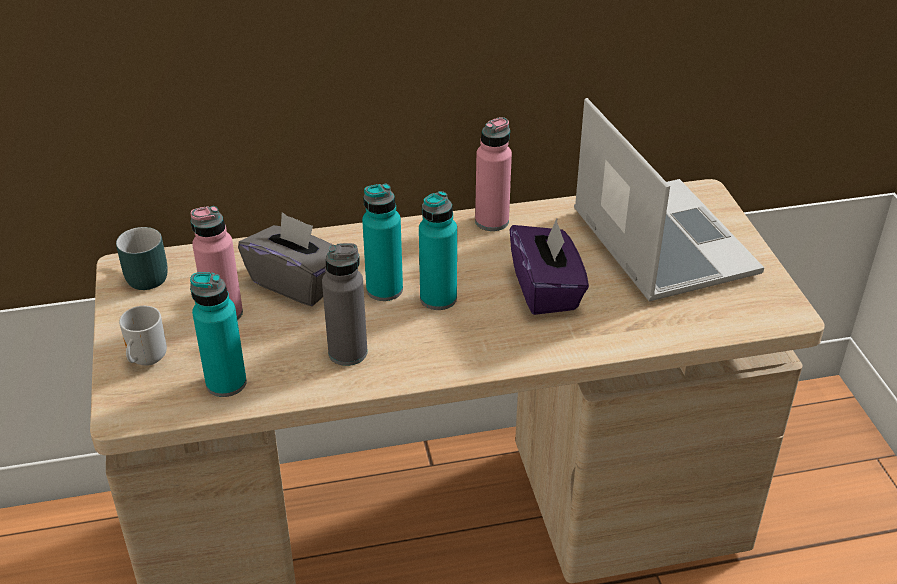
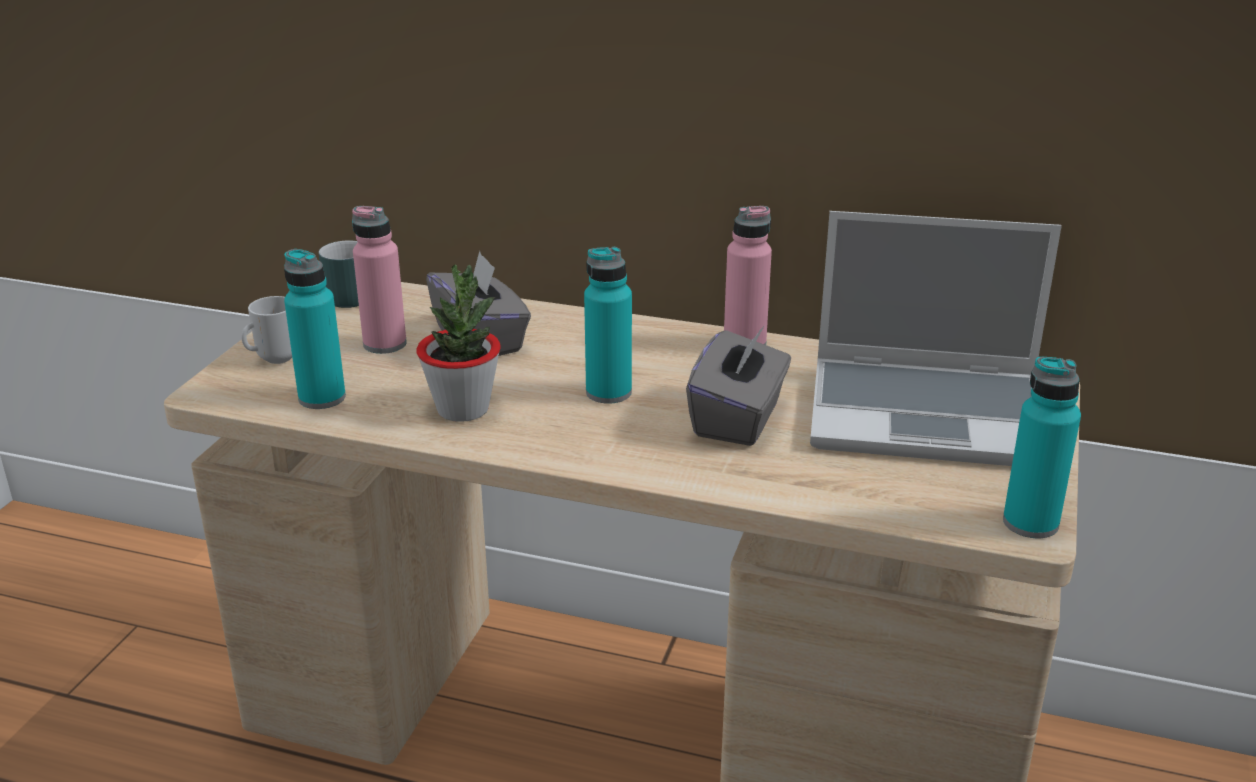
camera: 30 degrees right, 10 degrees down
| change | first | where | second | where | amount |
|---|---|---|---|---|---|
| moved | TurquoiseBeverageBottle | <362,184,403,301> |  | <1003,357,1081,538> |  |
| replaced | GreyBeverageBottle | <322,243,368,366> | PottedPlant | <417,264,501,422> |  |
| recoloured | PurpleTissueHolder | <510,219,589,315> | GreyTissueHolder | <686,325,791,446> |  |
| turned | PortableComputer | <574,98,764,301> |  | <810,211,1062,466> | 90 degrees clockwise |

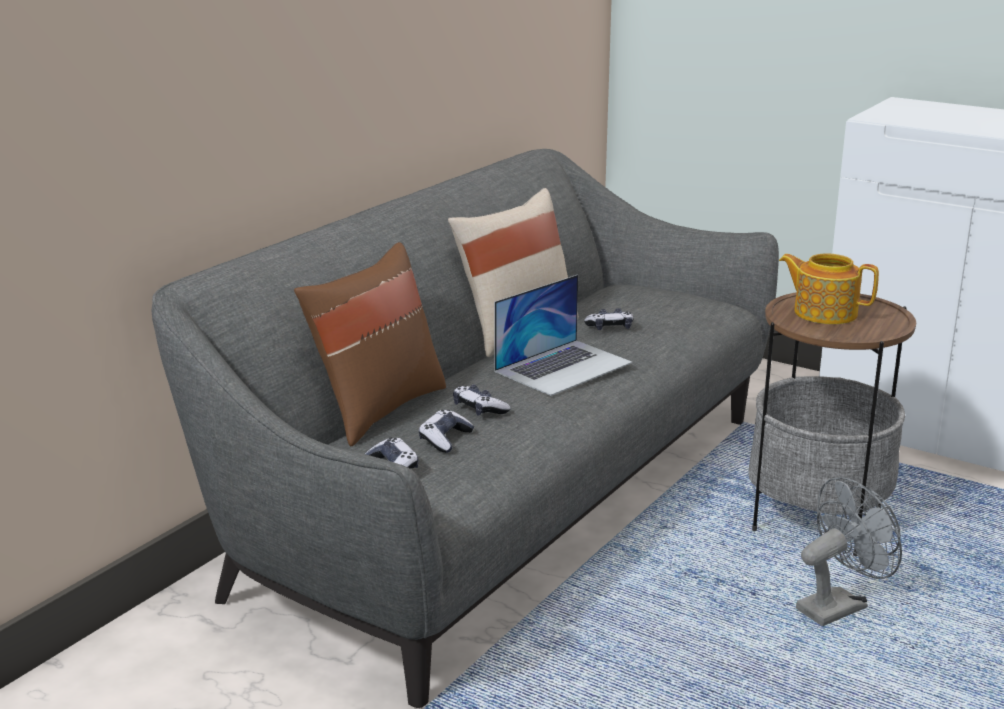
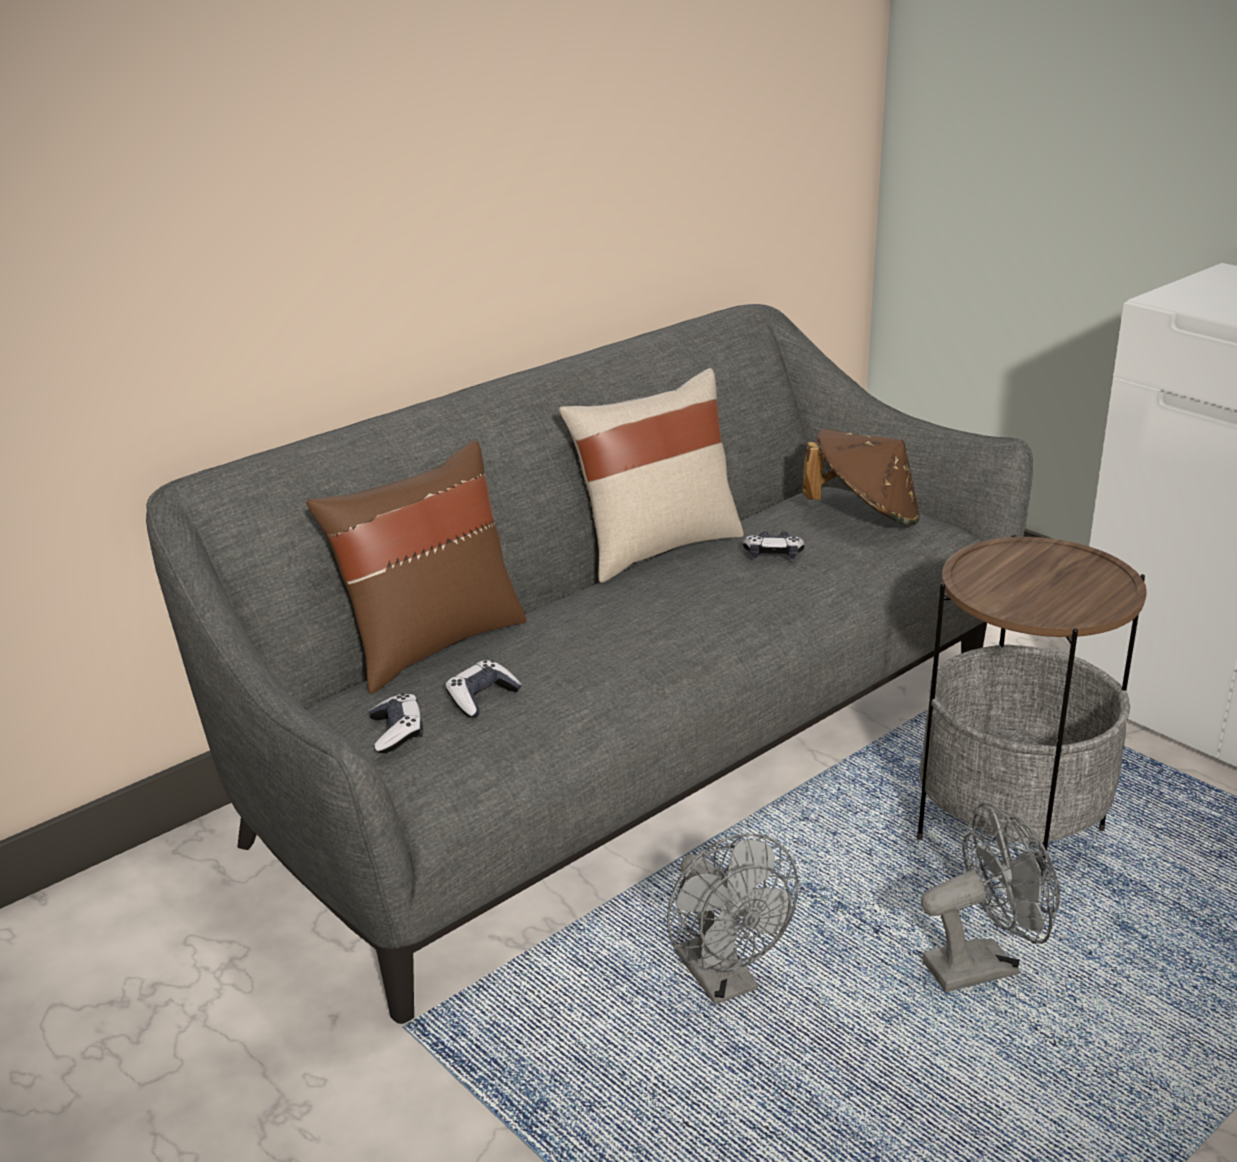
camera: 15 degrees right, 5 degrees up
| change | first | where | second | where | amount |
|---|---|---|---|---|---|
| removed | Gamepad | <453,385,511,415> |  |  |  |
| removed | PortableComputer | <494,275,632,396> |  |  |  |
| removed | TeaPot | <779,254,879,324> |  |  |  |
| added |  |  | GreyFan | <667,834,799,1005> |  |
| added |  |  | BrownColouredClothingHat | <802,429,920,526> |  |

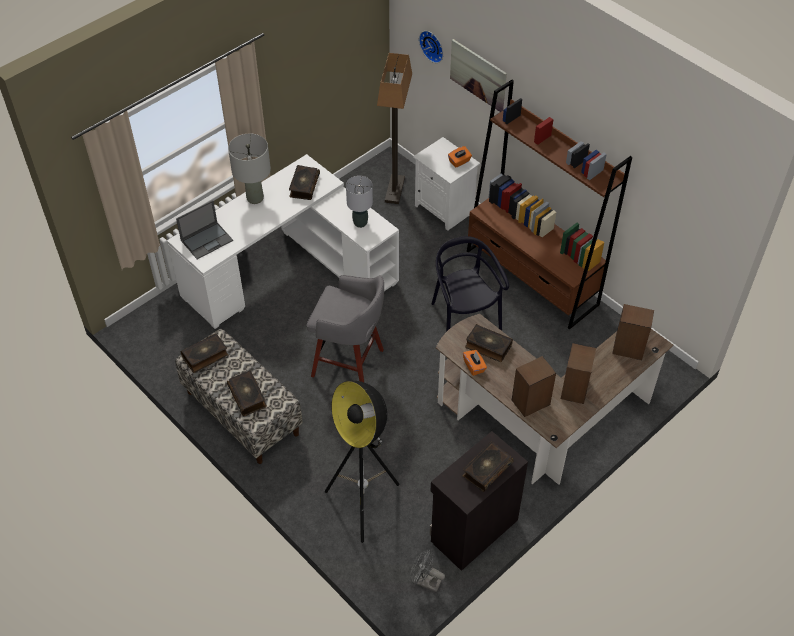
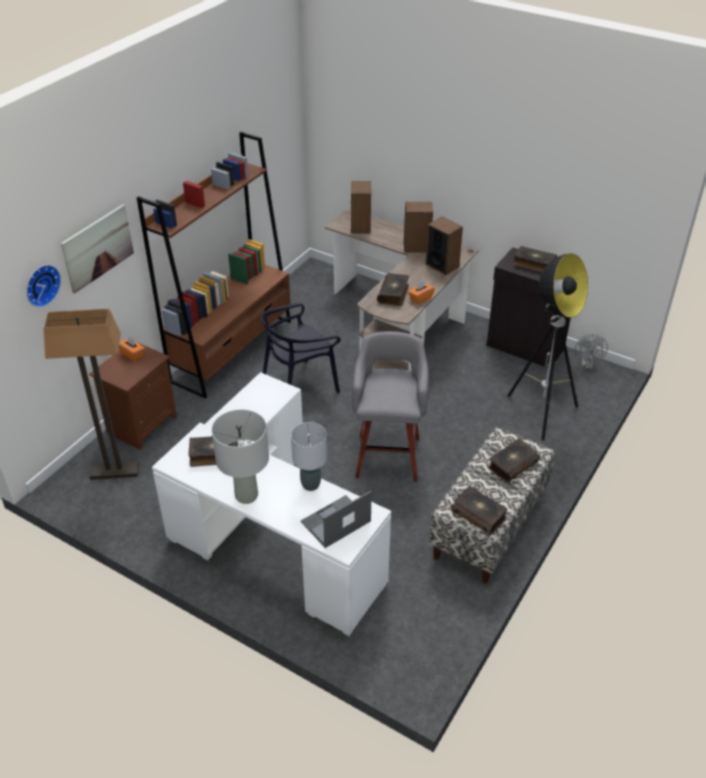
camera: 105 degrees left, 10 degrees down
| change | first | where | second | where | amount |
|---|---|---|---|---|---|
| moved | GreyTabletopLamp | <346,176,373,228> |  | <291,422,327,491> |  |
| recoloured | WhiteColouredNightstand | <413,137,480,231> | BrownColouredNightstand | <89,342,177,450> |  |
| turned | PortableComputer | <176,200,233,259> |  | <300,491,372,548> | 75 degrees counterclockwise |

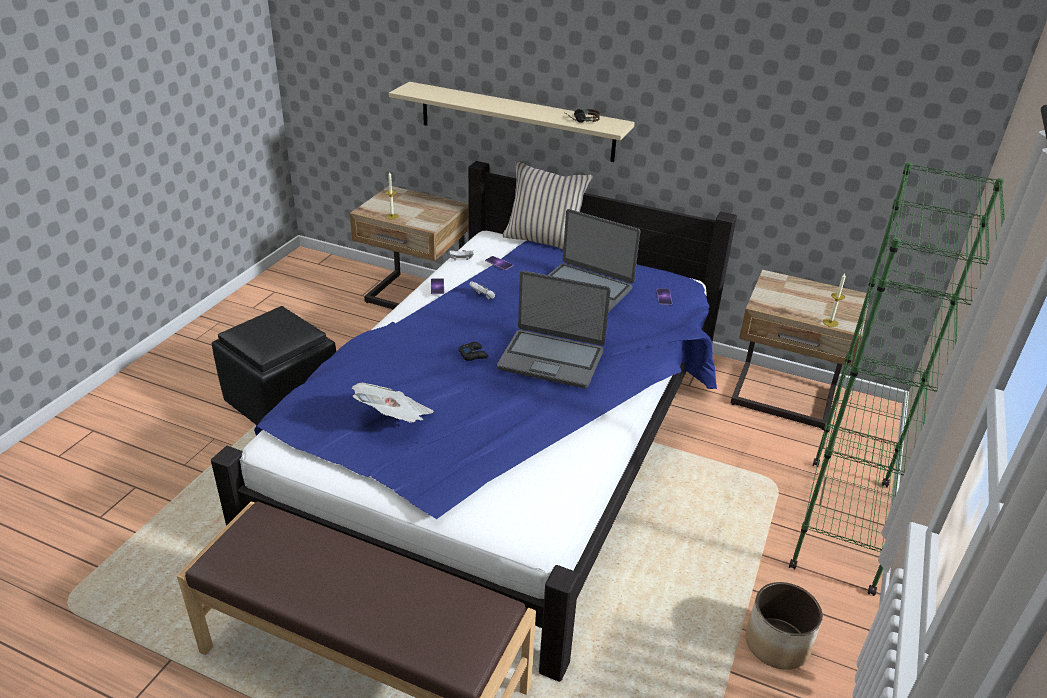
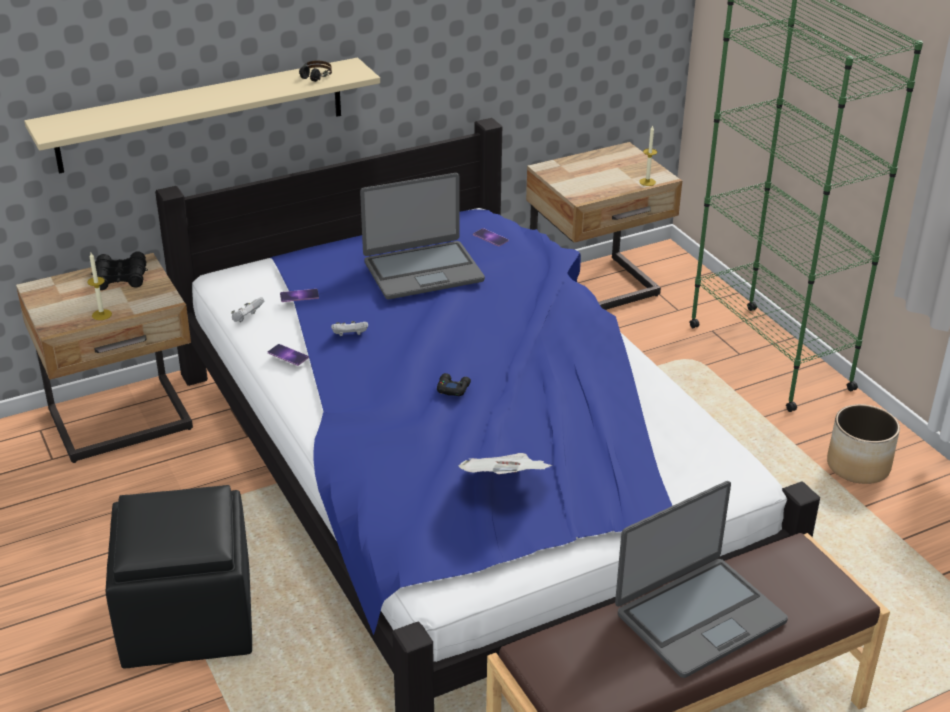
camera: 50 degrees left, 0 degrees up
| change | first | where | second | where | amount |
|---|---|---|---|---|---|
| removed | BeigeColouredCushion | <502,161,593,249> |  |  |  |
| added |  |  | BlackishPairOfBinoculars | <91,252,148,290> |  |
| moved | PortableComputer | <497,271,611,388> |  | <615,481,788,678> |  |

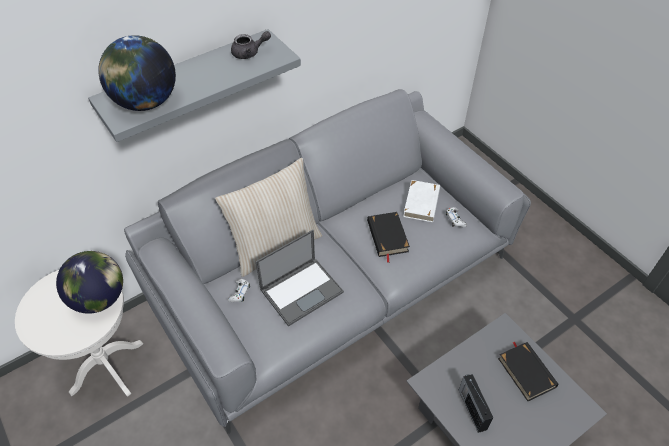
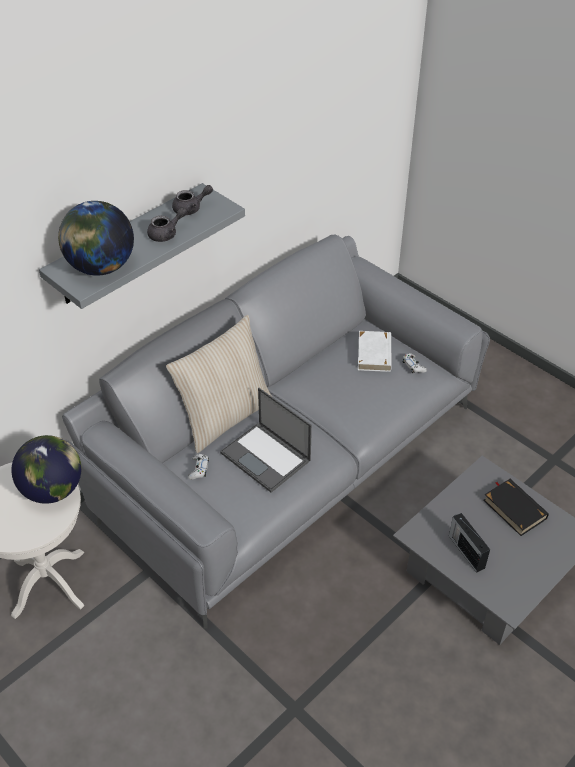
camera: 10 degrees left, 5 degrees down
| change | first | where | second | where | amount |
|---|---|---|---|---|---|
| removed | BlackishBoundBook | <367,212,410,263> |  |  |  |
| added |  |  | GreyTeaPot | <147,207,187,242> |  |
| turned | PortableComputer | <256,230,344,327> |  | <220,388,312,493> | 90 degrees clockwise |

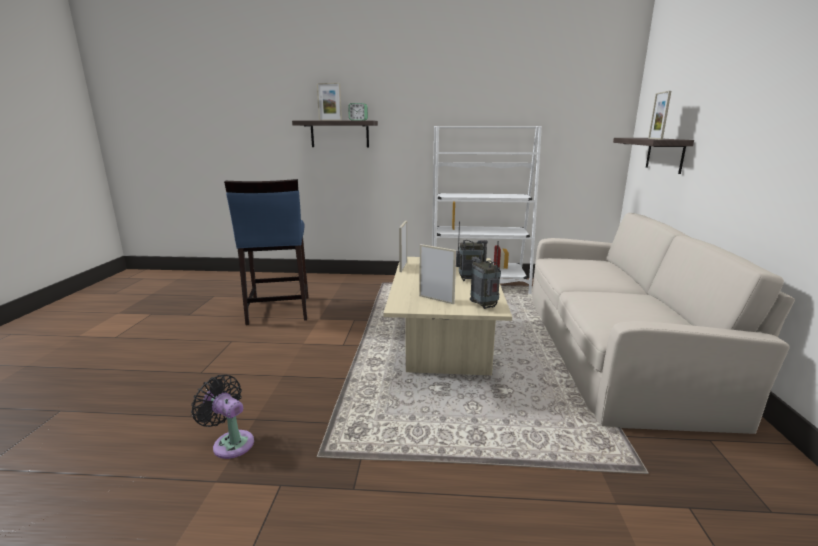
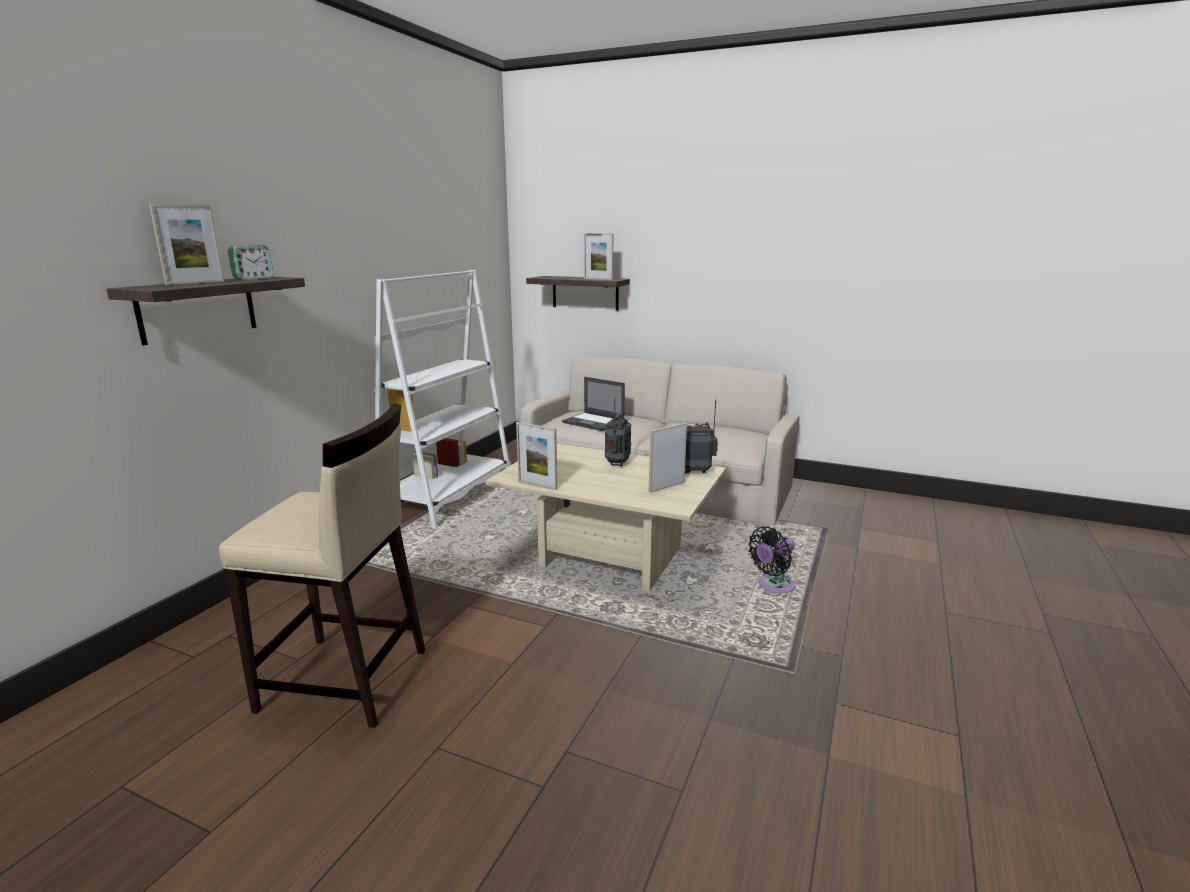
camera: 70 degrees left, 0 degrees up
| change | first | where | second | where | amount |
|---|---|---|---|---|---|
| added |  |  | PortableComputer | <562,377,625,431> |  |
| moved | BlackishFan | <191,375,254,459> |  | <748,527,796,593> |  |
| recoloured | BlueSittingStool | <224,179,309,325> | BeigeColouredSittingStool | <219,403,425,728> |  |

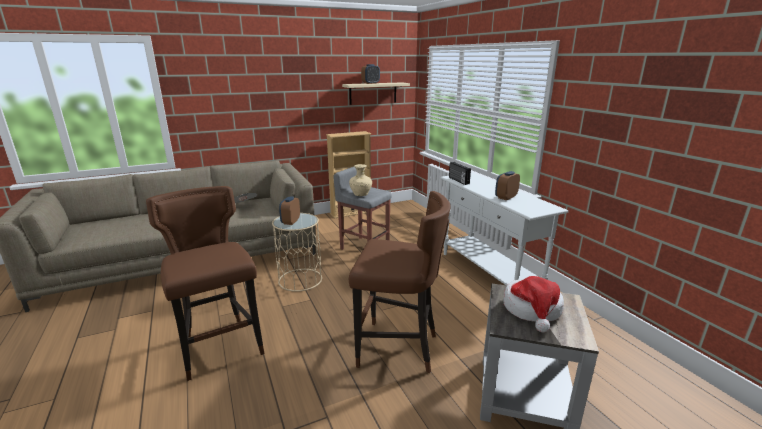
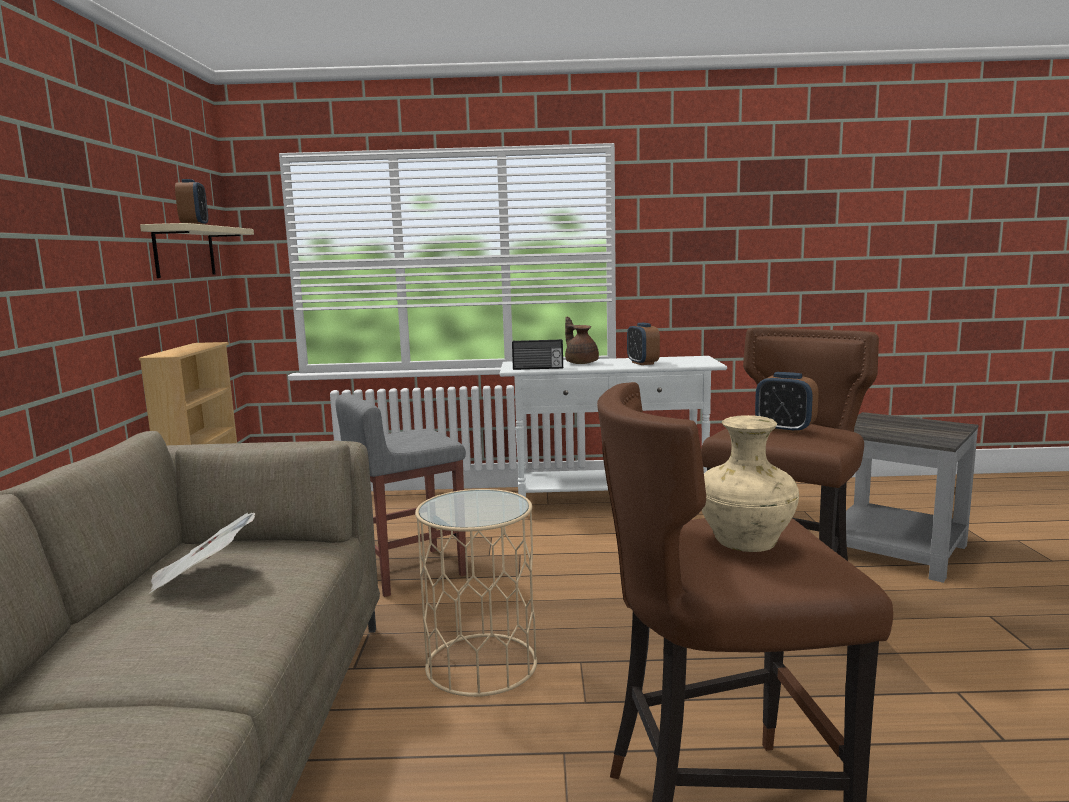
camera: 65 degrees left, 10 degrees down
| change | first | where | second | where | amount |
|---|---|---|---|---|---|
| removed | ClothingHat | <504,276,564,333> |  |  |  |
| added |  |  | BrownColouredTeaPot | <565,316,599,364> |  |
| moved | TableClock | <279,196,300,225> |  | <755,372,819,434> |  |
| moved | BeigeColouredVase | <349,164,372,196> |  | <702,415,799,552> |  |

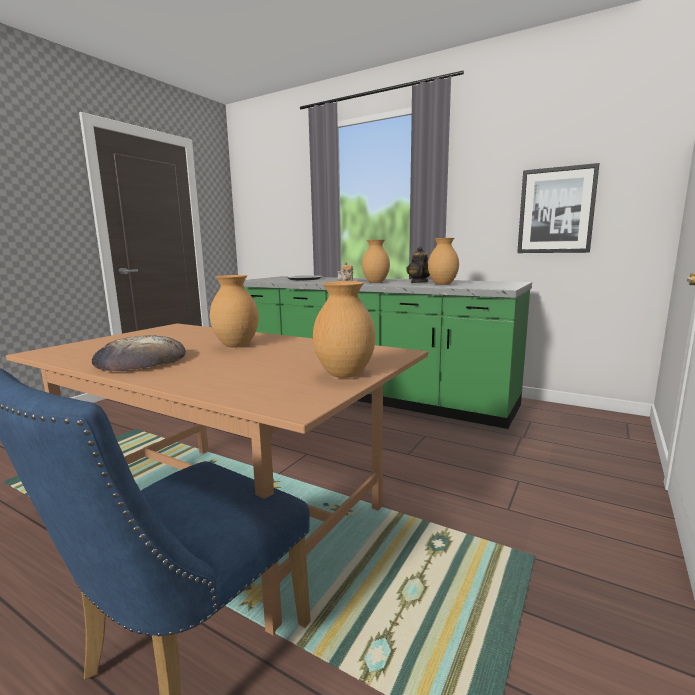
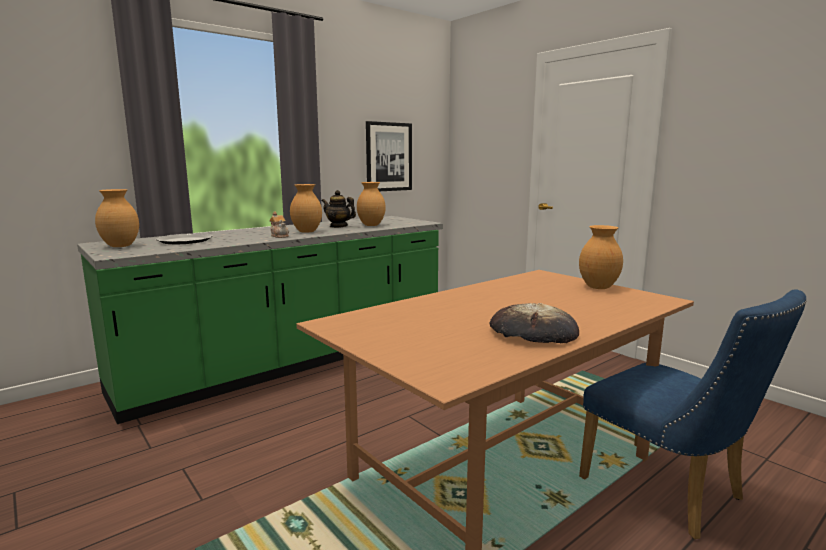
camera: 70 degrees left, 0 degrees up
| change | first | where | second | where | amount |
|---|---|---|---|---|---|
| moved | BrownColouredVase | <210,275,259,348> |  | <95,189,139,247> |  |

